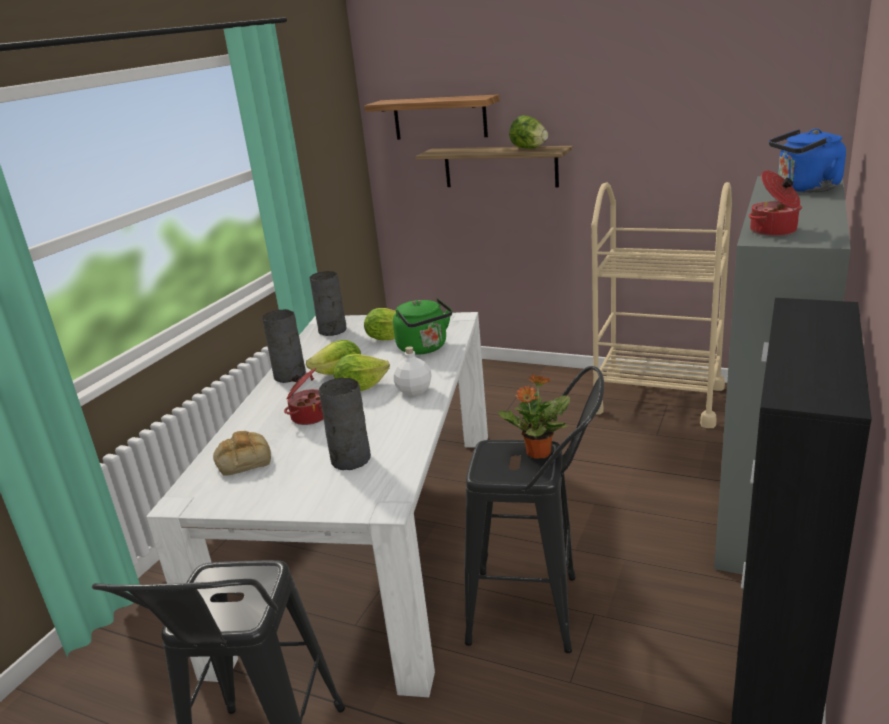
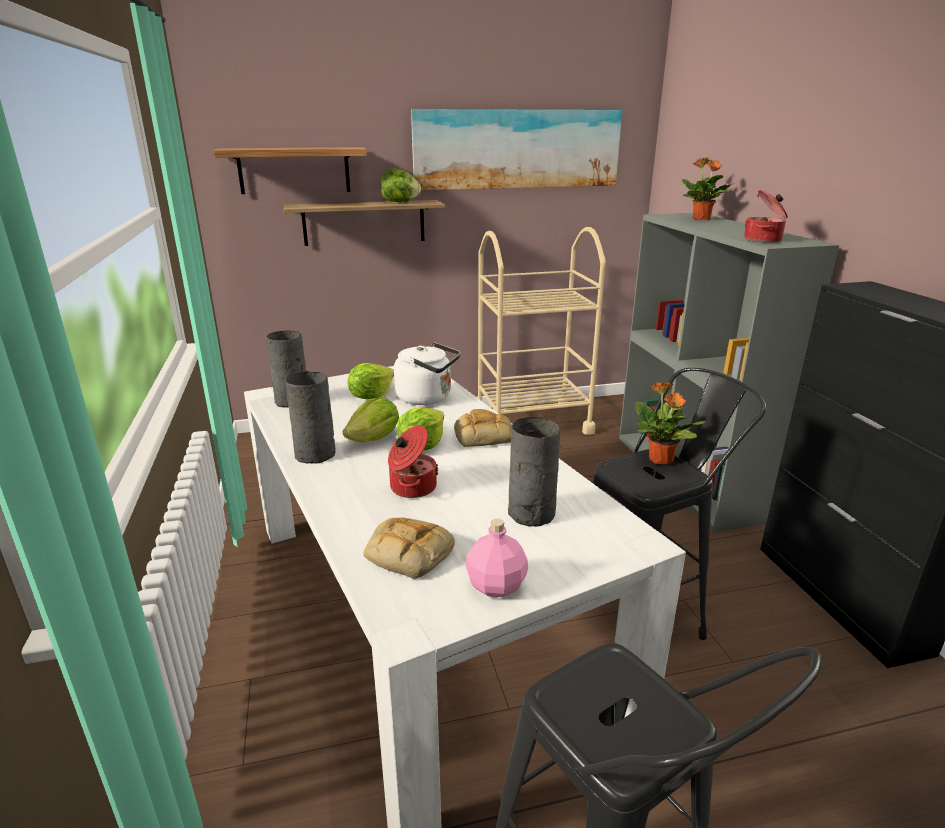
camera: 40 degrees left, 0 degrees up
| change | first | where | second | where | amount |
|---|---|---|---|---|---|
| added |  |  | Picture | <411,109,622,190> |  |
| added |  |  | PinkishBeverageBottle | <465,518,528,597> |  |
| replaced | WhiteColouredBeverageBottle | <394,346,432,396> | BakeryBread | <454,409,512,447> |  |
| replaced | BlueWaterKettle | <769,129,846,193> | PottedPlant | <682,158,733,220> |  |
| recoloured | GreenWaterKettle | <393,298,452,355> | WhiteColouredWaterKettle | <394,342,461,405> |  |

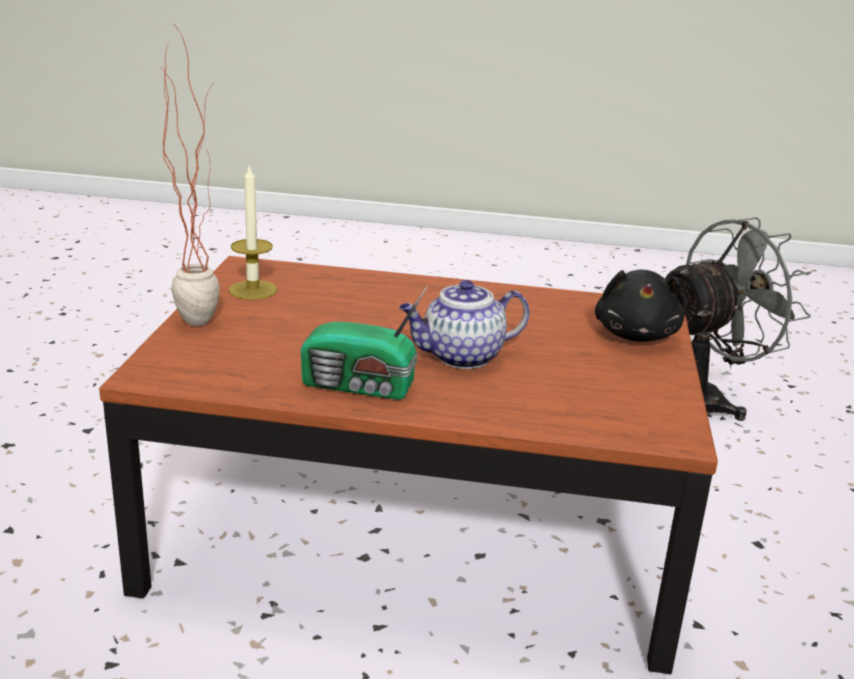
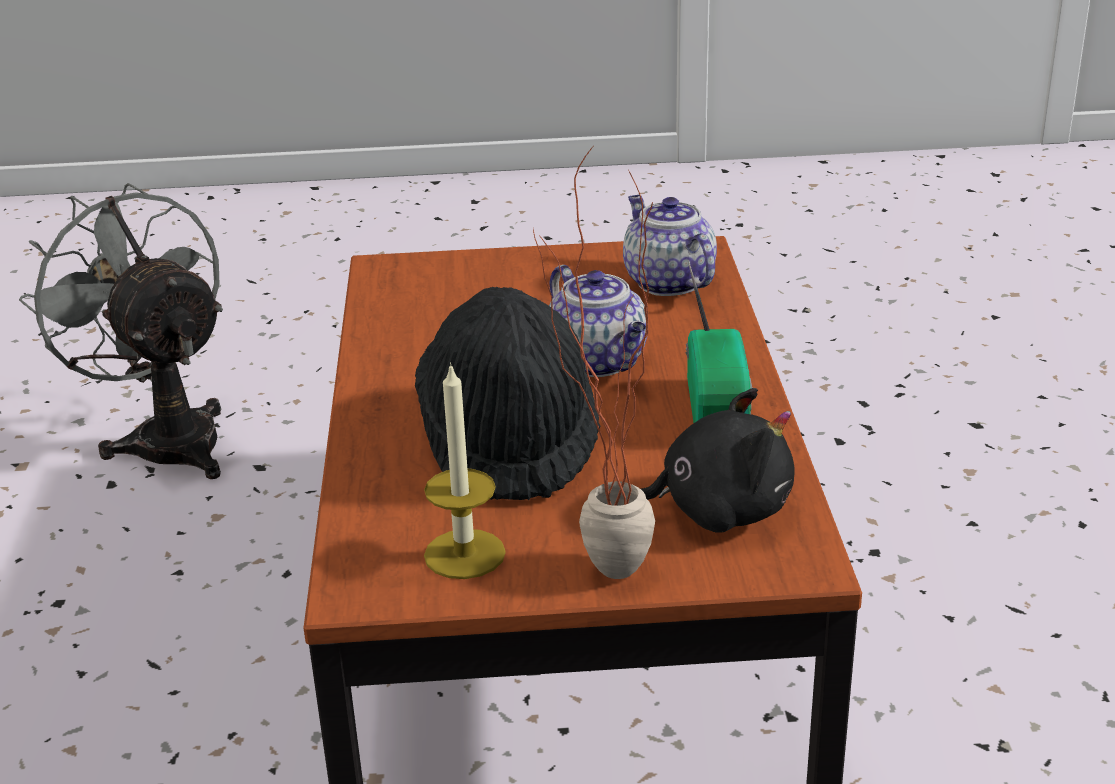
camera: 100 degrees left, 5 degrees up
| change | first | where | second | where | amount |
|---|---|---|---|---|---|
| added |  |  | BlackishClothingHat | <415,287,600,500> |  |
| added |  |  | TeaPot | <623,195,717,296> |  |
| moved | BlackishCuddlyToy | <595,270,685,342> |  | <641,388,795,532> |  |

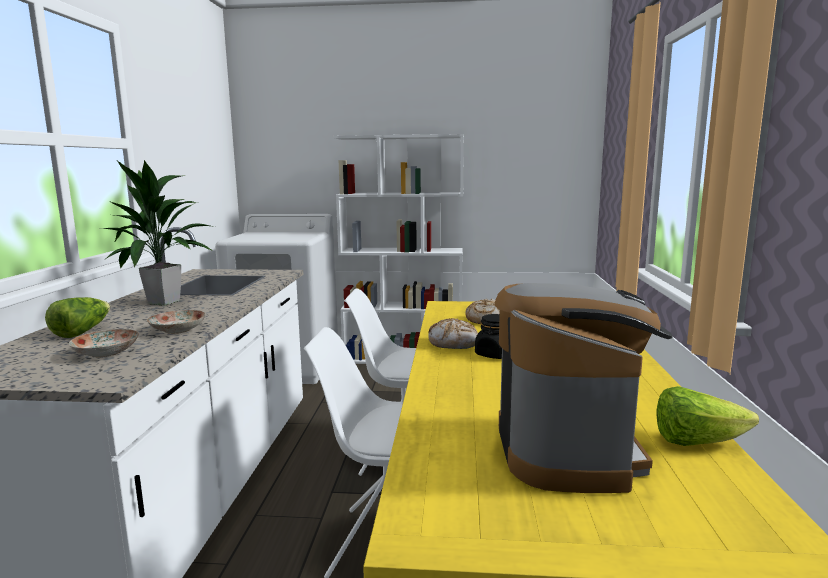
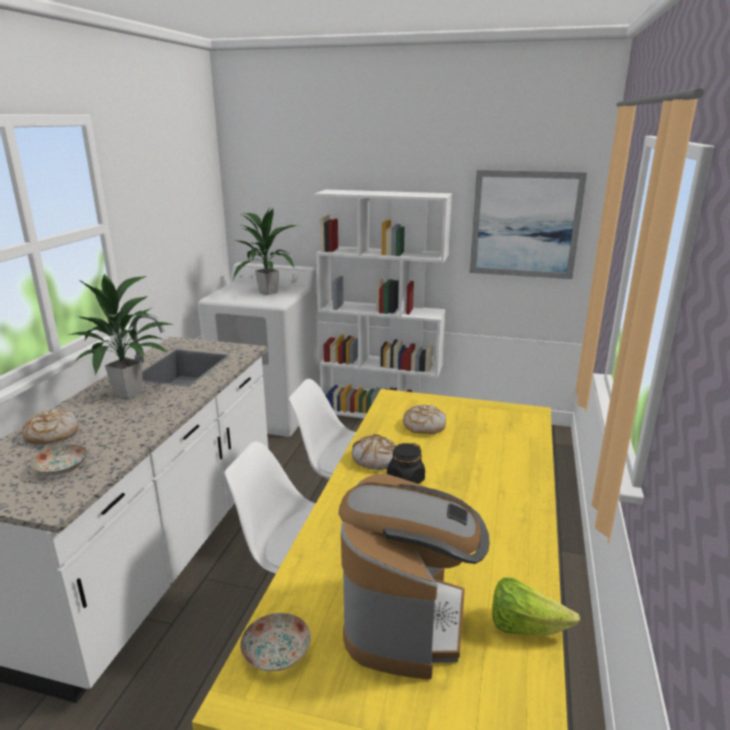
camera: 10 degrees right, 10 degrees up
| change | first | where | second | where | amount |
|---|---|---|---|---|---|
| added |  |  | PottedPlant | <232,207,301,295> |  |
| added |  |  | Picture | <470,170,587,279> |  |
| moved | FlatDish | <147,310,206,334> |  | <240,613,311,671> |  |
| replaced | LettuceHead | <45,297,110,338> | BakeryBread | <22,408,79,445> |  |

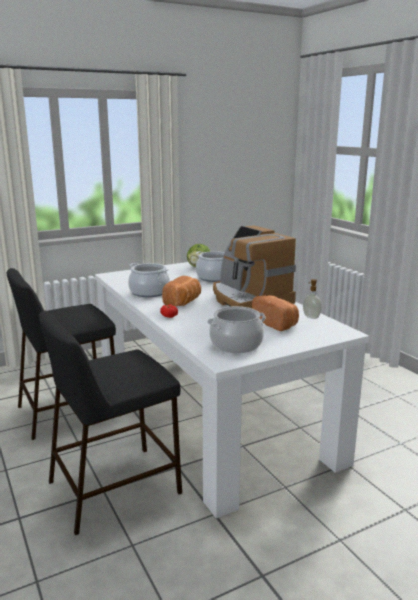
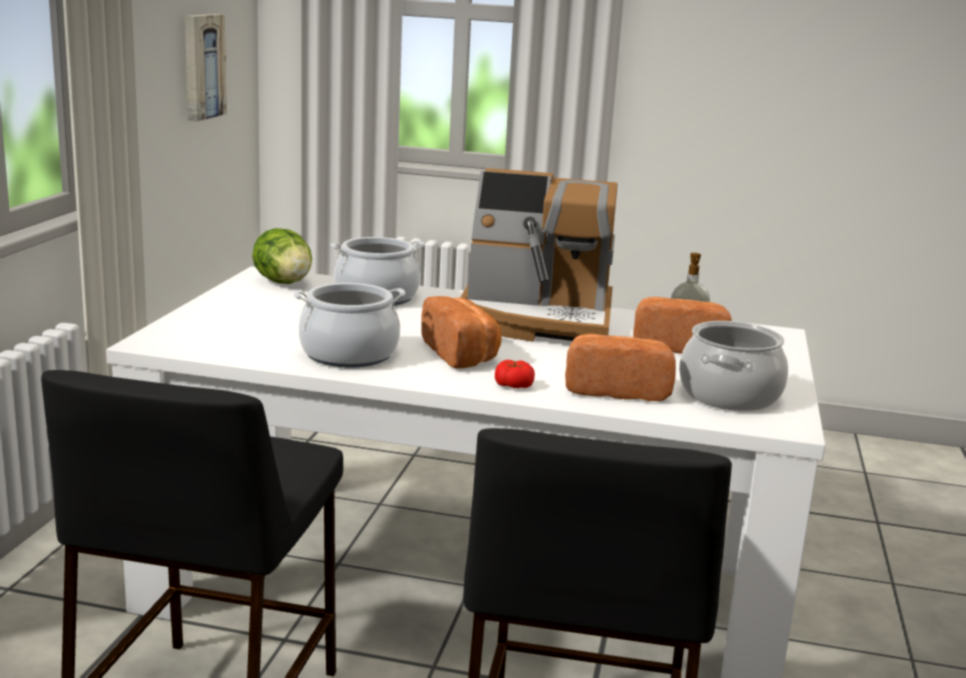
camera: 50 degrees left, 0 degrees up
| change | first | where | second | where | amount |
|---|---|---|---|---|---|
| added |  |  | Picture | <185,14,227,121> |  |
| added |  |  | BakeryBread | <565,334,676,401> |  |

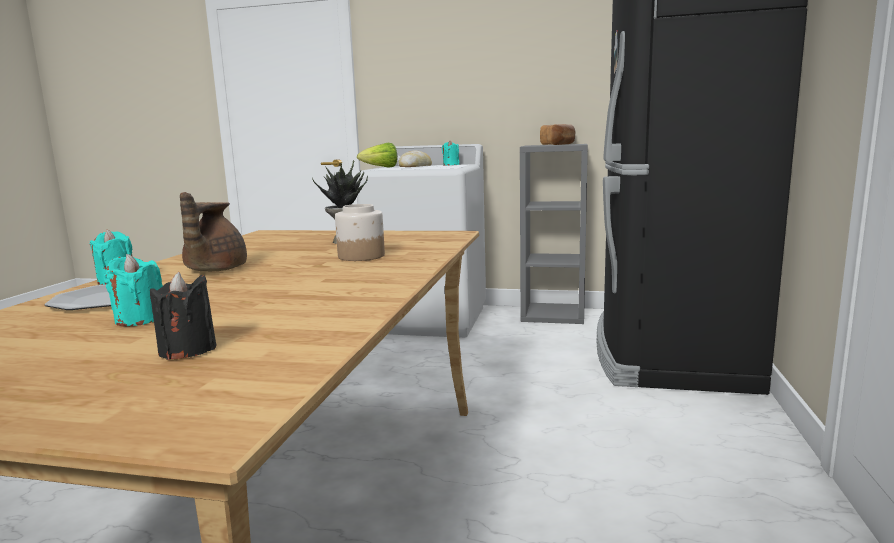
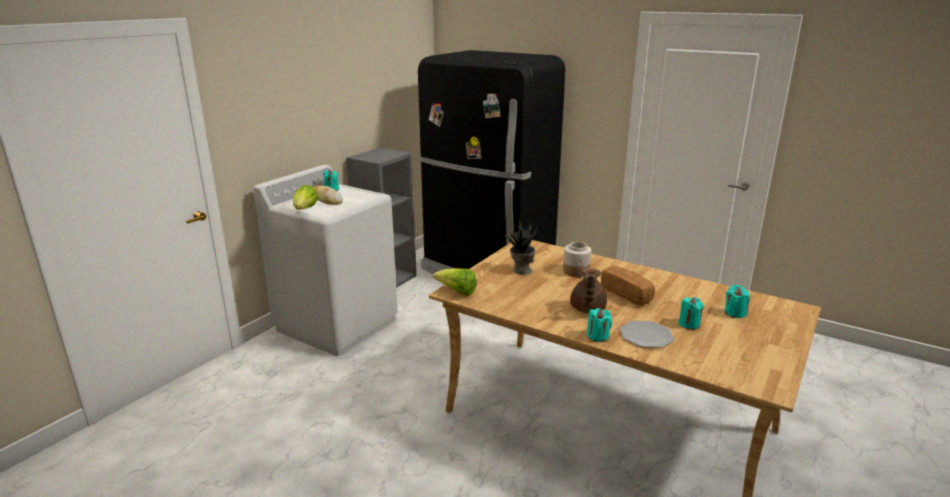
camera: 70 degrees left, 10 degrees up
| change | first | where | second | where | amount |
|---|---|---|---|---|---|
| added |  |  | LettuceHead | <433,268,477,296> |  |
| moved | BakeryBread | <540,124,576,145> |  | <601,266,655,306> |  |
| recoloured | BlackishWaxCandle | <150,272,217,360> | TurquoiseWaxCandle | <724,285,750,318> |  |
| turned | BrownColouredTeaPot | <180,192,247,272> |  | <570,268,607,313> | 75 degrees clockwise |

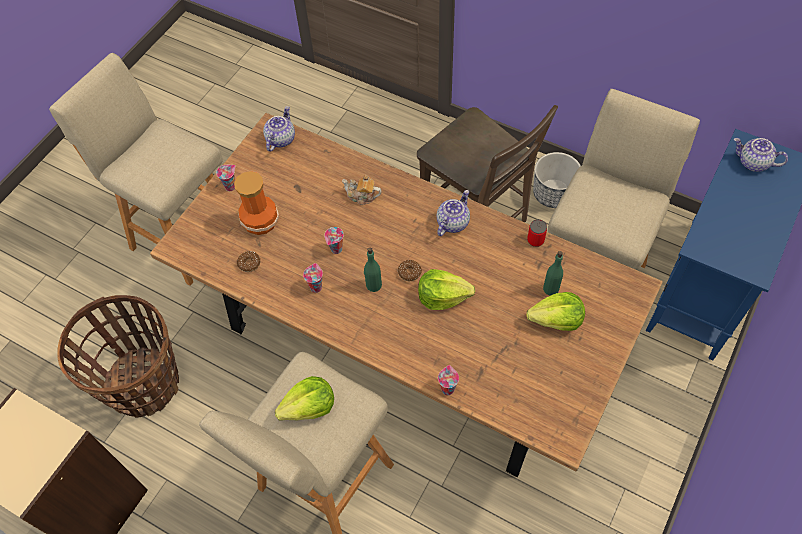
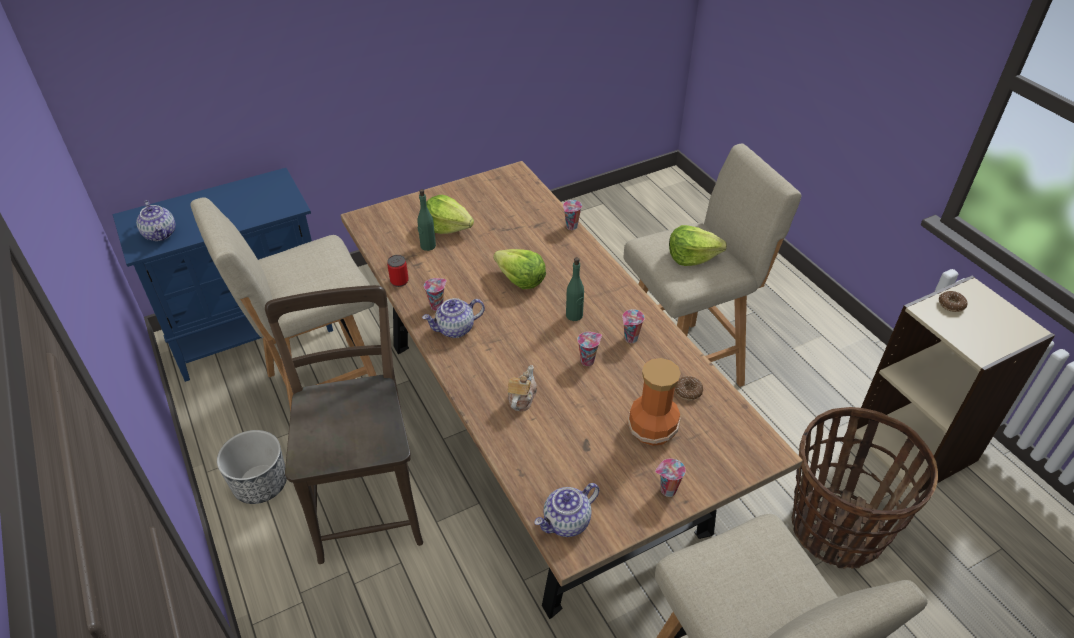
camera: 150 degrees left, 15 degrees down
| change | first | where | second | where | amount |
|---|---|---|---|---|---|
| added |  |  | Cup | <424,278,447,311> |  |
| moved | Doughnut | <398,260,422,281> |  | <939,291,968,312> |  |
| turned | TeaPot | <342,175,382,205> |  | <507,365,537,411> | 120 degrees counterclockwise |

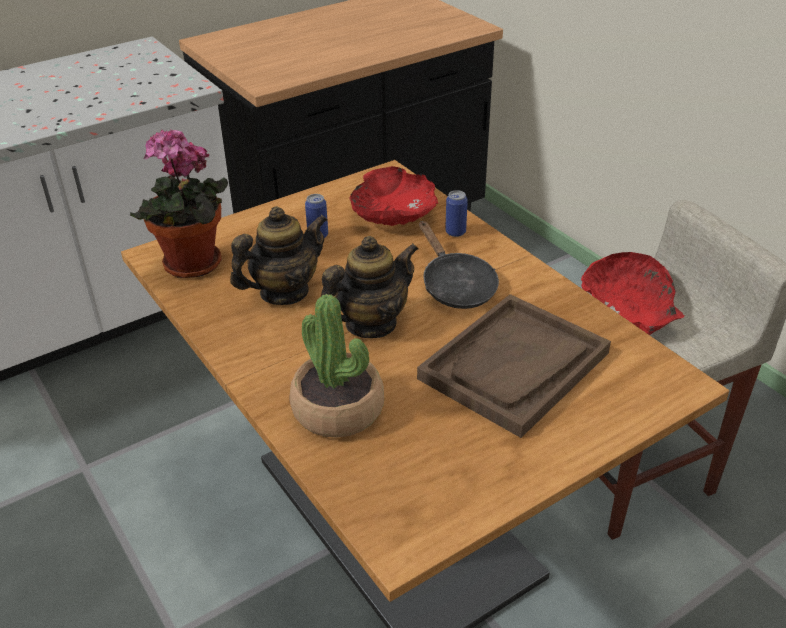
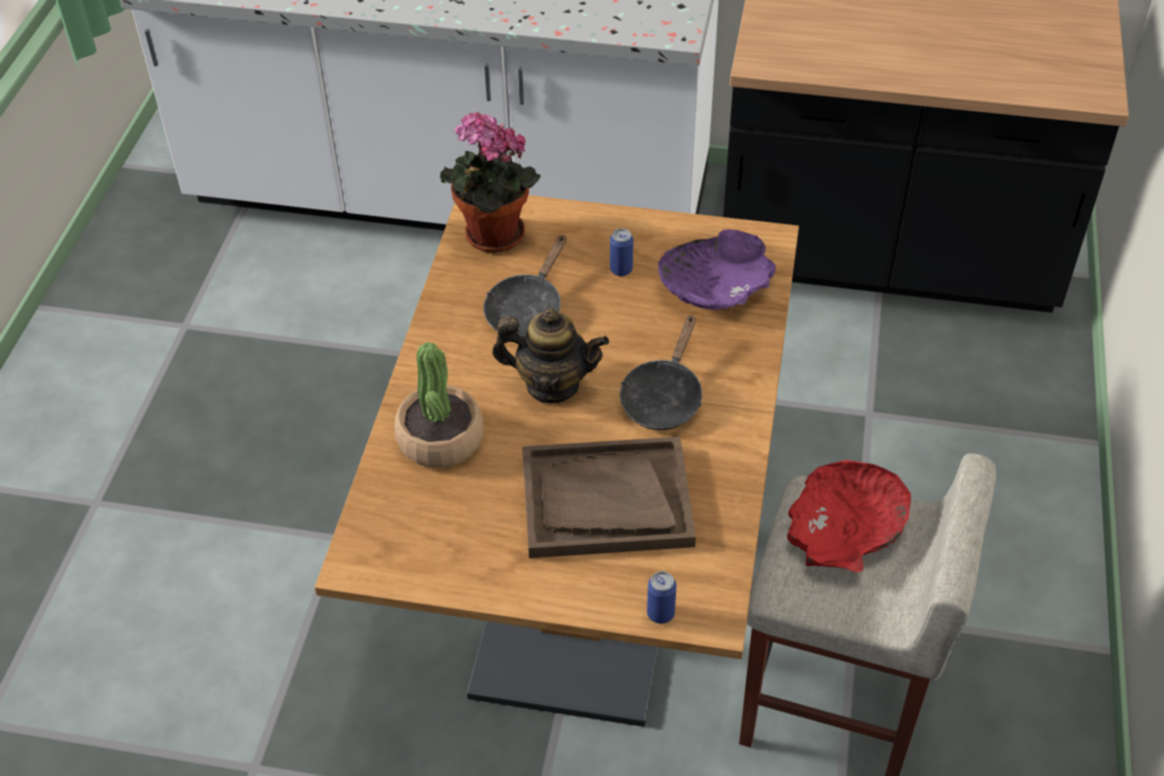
camera: 45 degrees right, 10 degrees up
| change | first | where | second | where | amount |
|---|---|---|---|---|---|
| moved | Can | <445,190,468,237> |  | <647,571,677,624> |  |
| replaced | TeaPot | <230,206,328,305> | BlackishPan | <483,235,567,339> |  |
| recoloured | RedColouredDeepDish | <349,166,438,226> | PurpleDeepDish | <658,229,776,310> |  |

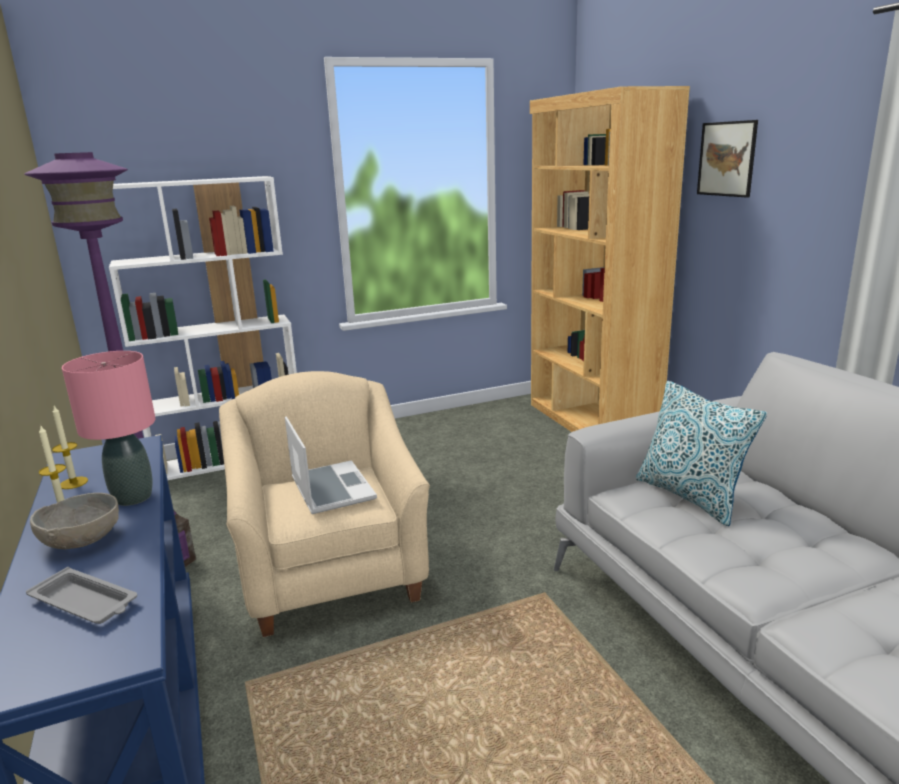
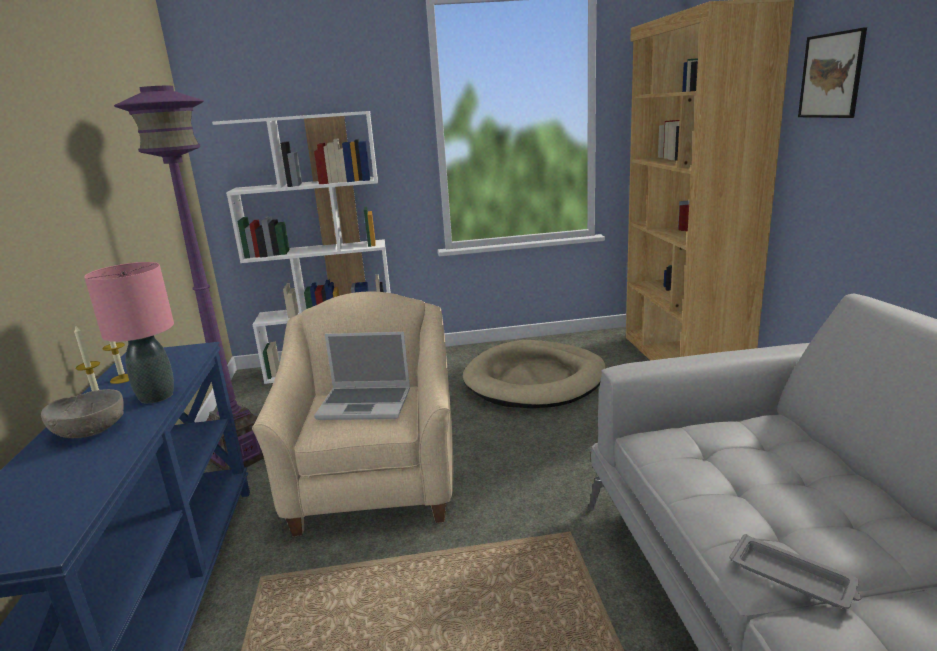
camera: 15 degrees right, 0 degrees up
| change | first | where | second | where | amount |
|---|---|---|---|---|---|
| removed | Cushion | <636,381,767,526> |  |  |  |
| added |  |  | BeigeColouredDogBed | <463,340,606,408> |  |
| moved | GreyCarryingTray | <26,567,137,624> |  | <730,534,862,609> |  |
| turned | PortableComputer | <285,416,377,514> |  | <314,332,410,420> | 105 degrees clockwise |

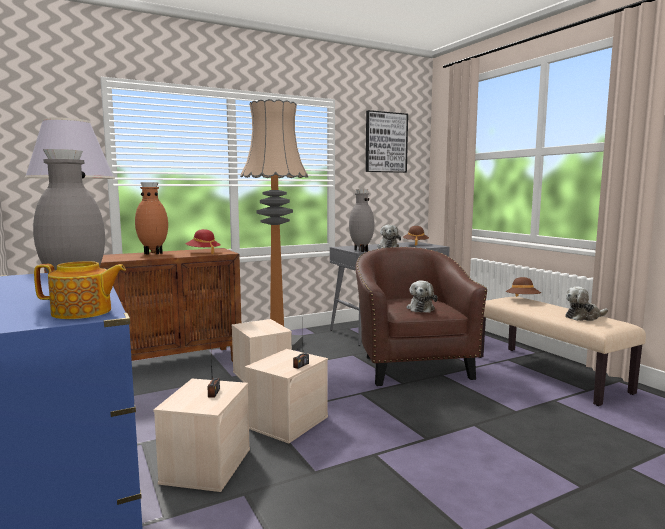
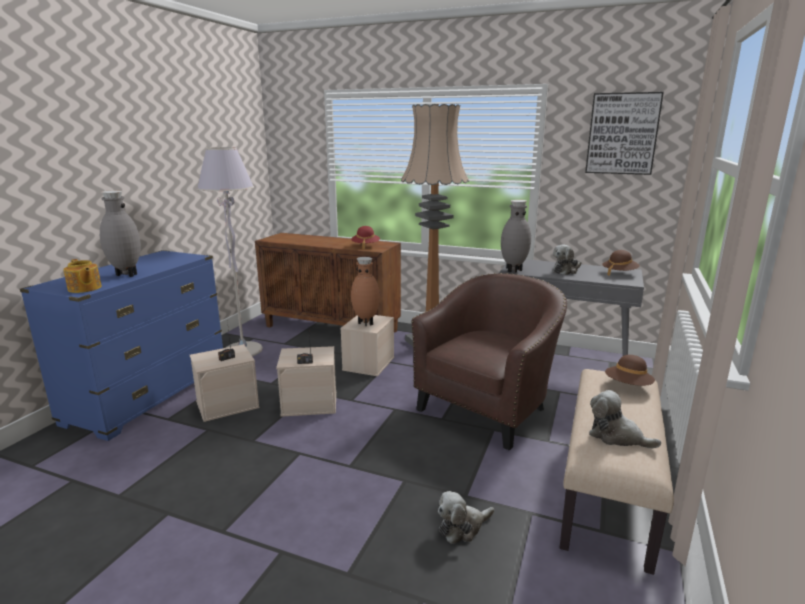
camera: 50 degrees right, 10 degrees up
| change | first | where | second | where | amount |
|---|---|---|---|---|---|
| moved | BrownColouredVase | <135,182,168,255> |  | <351,257,380,326> |  |
| moved | CuddlyToy | <407,280,438,313> |  | <438,491,494,544> |  |

